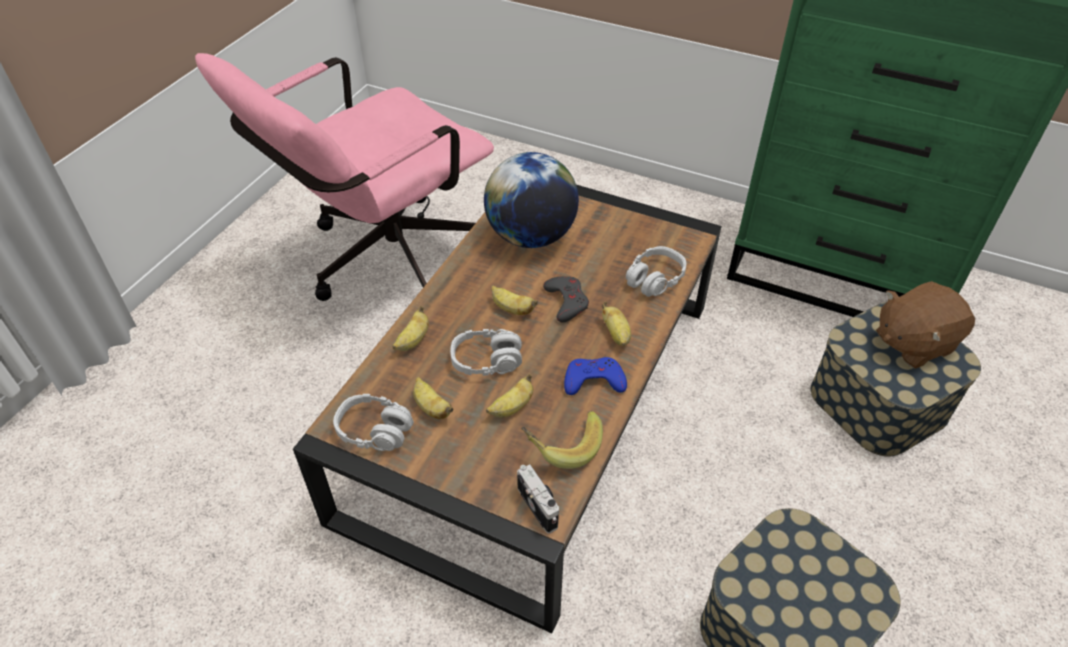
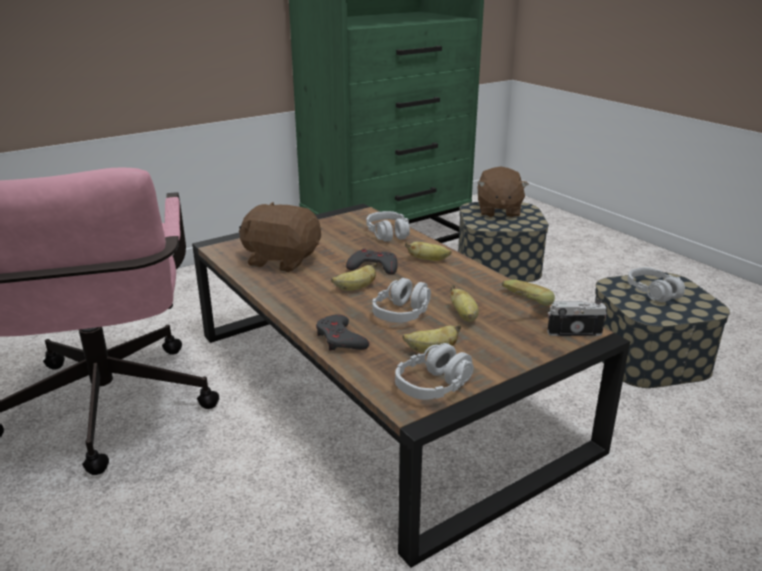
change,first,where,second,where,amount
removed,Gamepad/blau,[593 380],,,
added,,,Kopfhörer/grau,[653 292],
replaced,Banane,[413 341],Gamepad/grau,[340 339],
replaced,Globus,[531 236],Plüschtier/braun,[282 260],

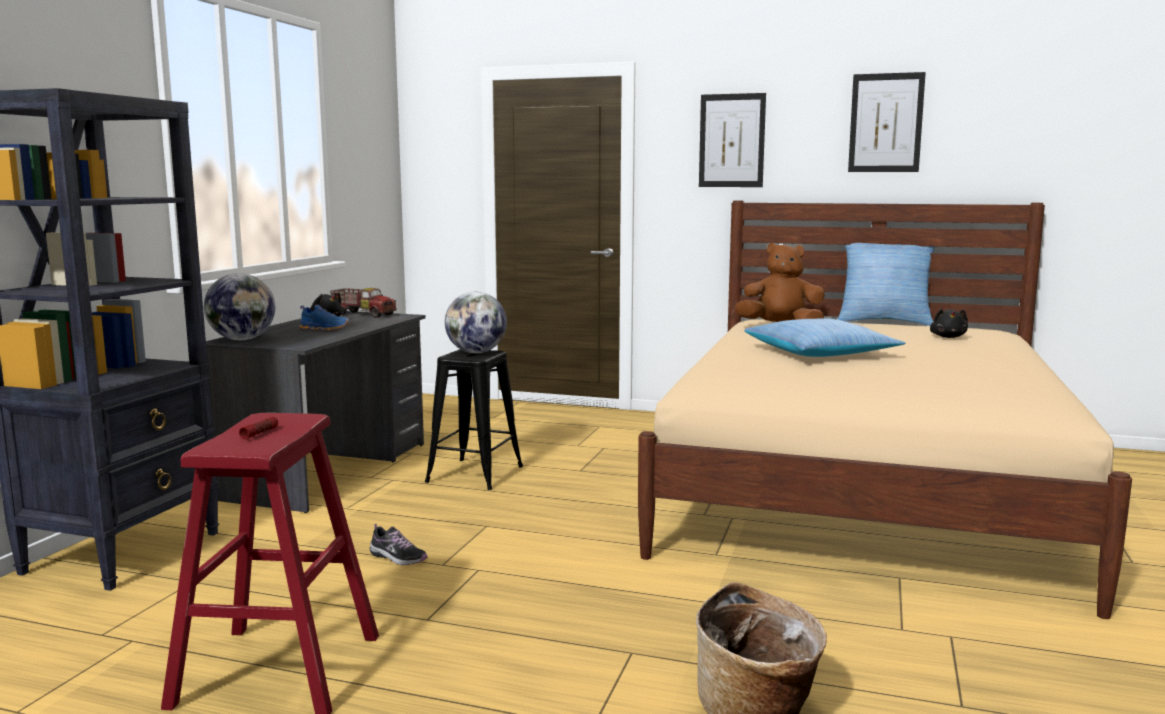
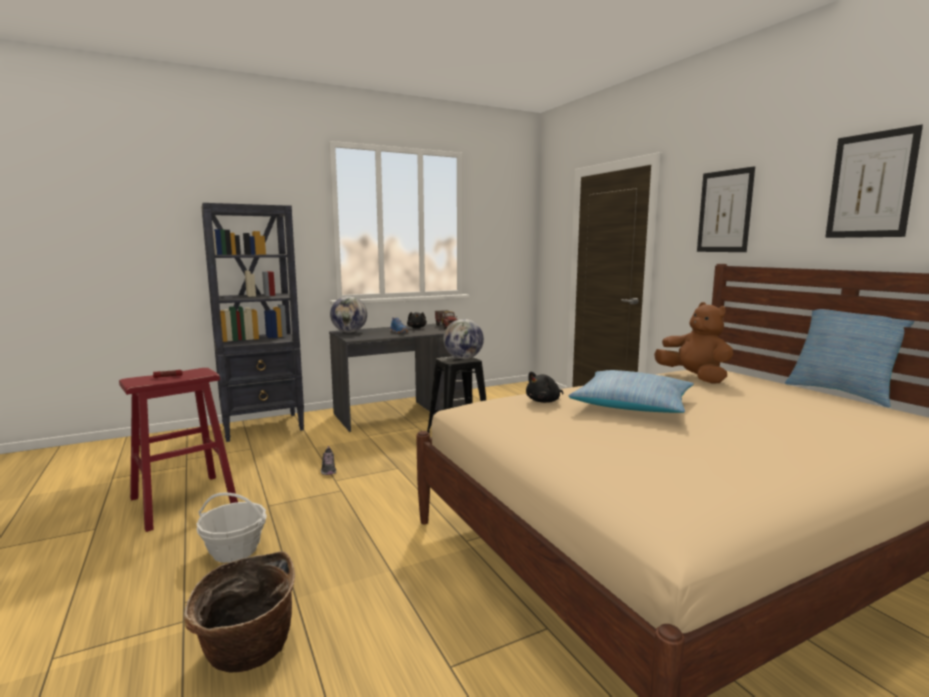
change,first,where,second,where,amount
added,,,Korb,[235 550],
moved,Plüschtier/schwarz,[948 337],,[544 401],

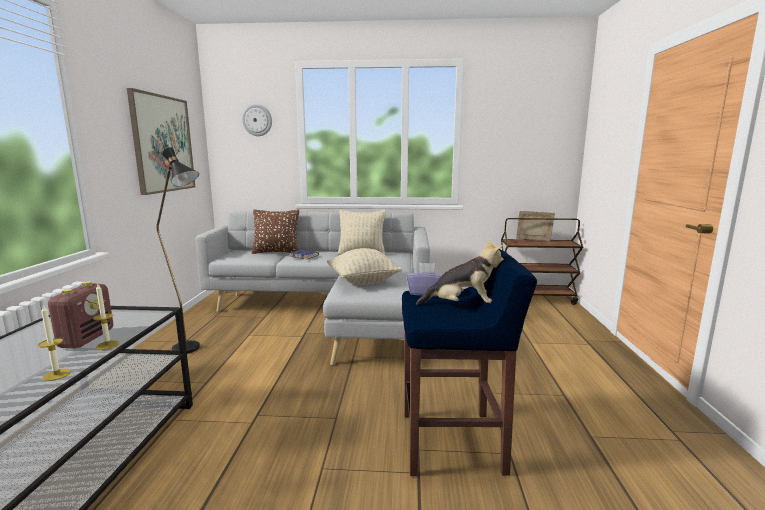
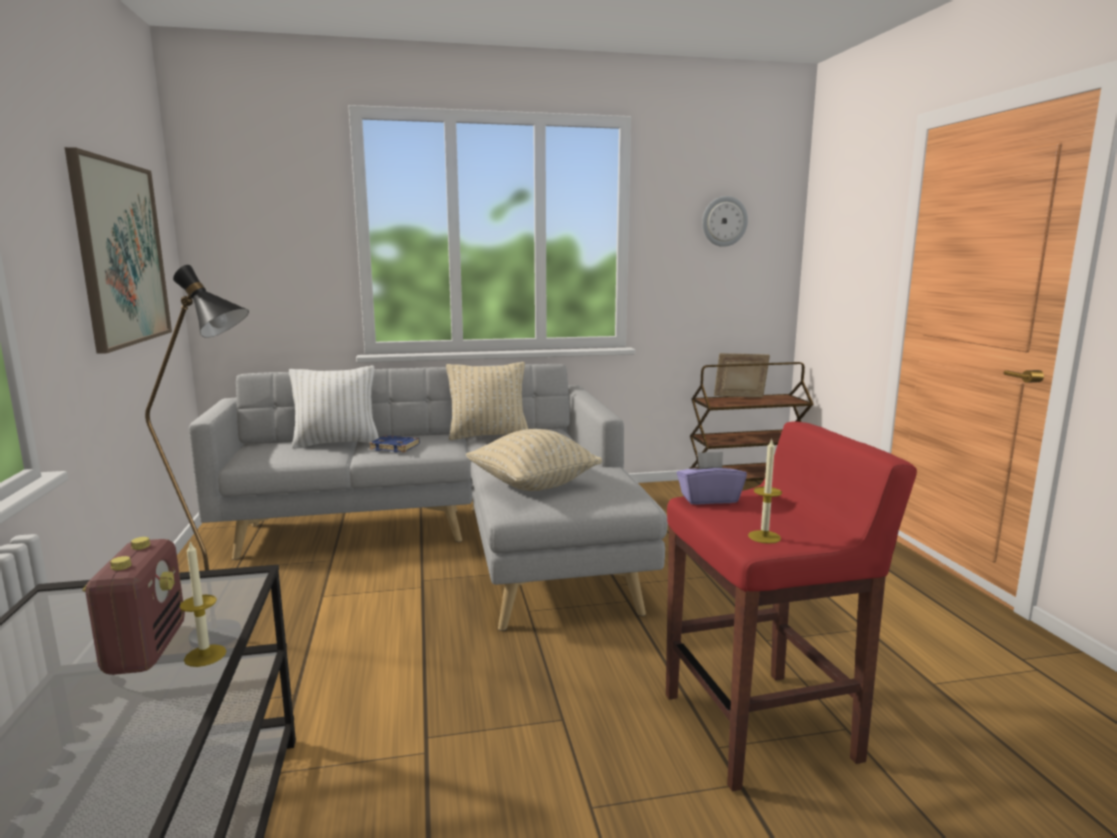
change,first,where,second,where,amount
removed,Plüschtier,[462 306],,,
moved,Kerze,[57 374],,[764 537],
moved,Wanduhr,[257 120],,[724 221],
recoloured,Kissen/braun,[276 252],Kissen/weiß,[337 443],
recoloured,Hocker/blau,[454 442],Hocker/rot,[762 727],

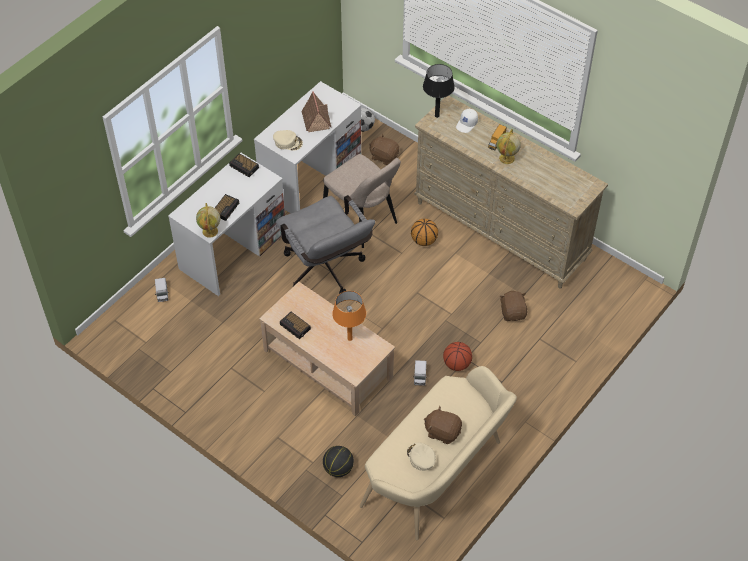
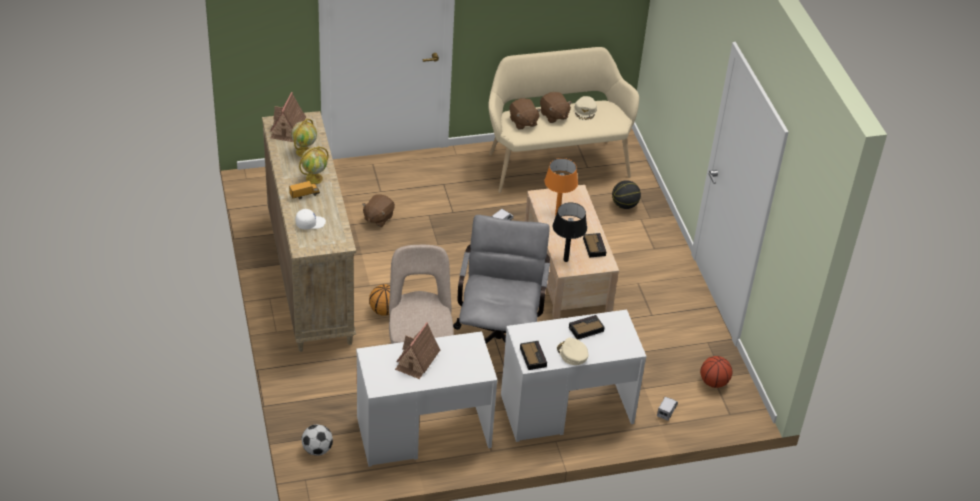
change,first,where,second,where,amount
added,,,Spielzeughaus,[287 128],
moved,Globus,[210 232],,[304 151],
moved,Kappe/beige,[288 142],,[572 354],
moved,Plüschtier/braun,[384 156],,[523 122],
moved,Tischlampe/schwarz,[436 115],,[566 260],
moved,Basketball,[457 364],,[714 382],

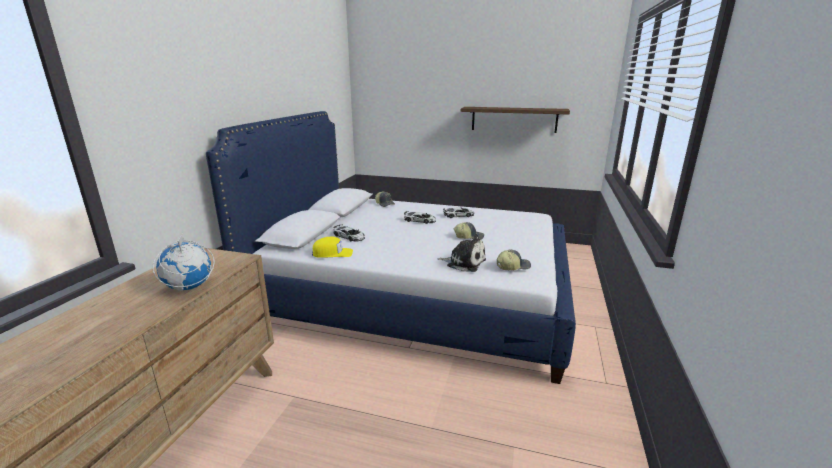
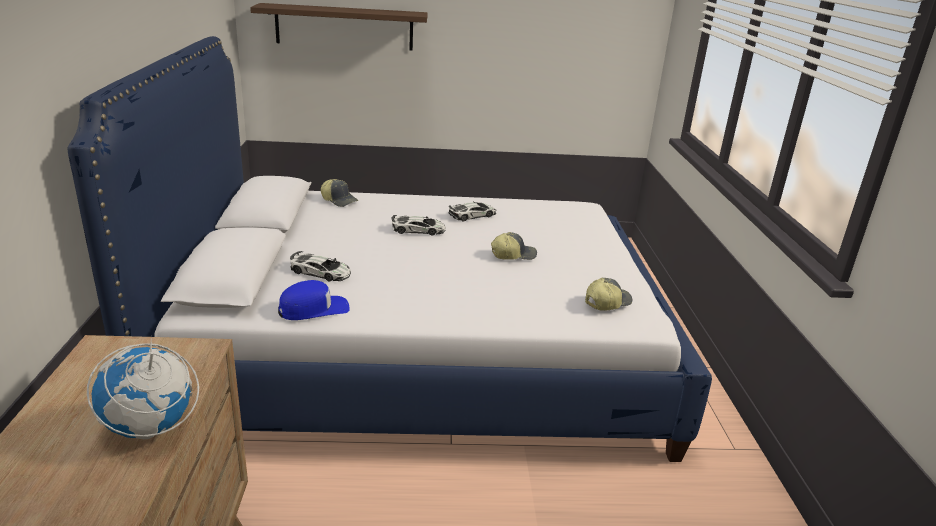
change,first,where,second,where,amount
removed,Plüschtier,[464 263],,,
moved,Wandregal,[514 119],,[344 27],
recoloured,Kappe/gelb,[332 253],Kappe/blau,[314 309],

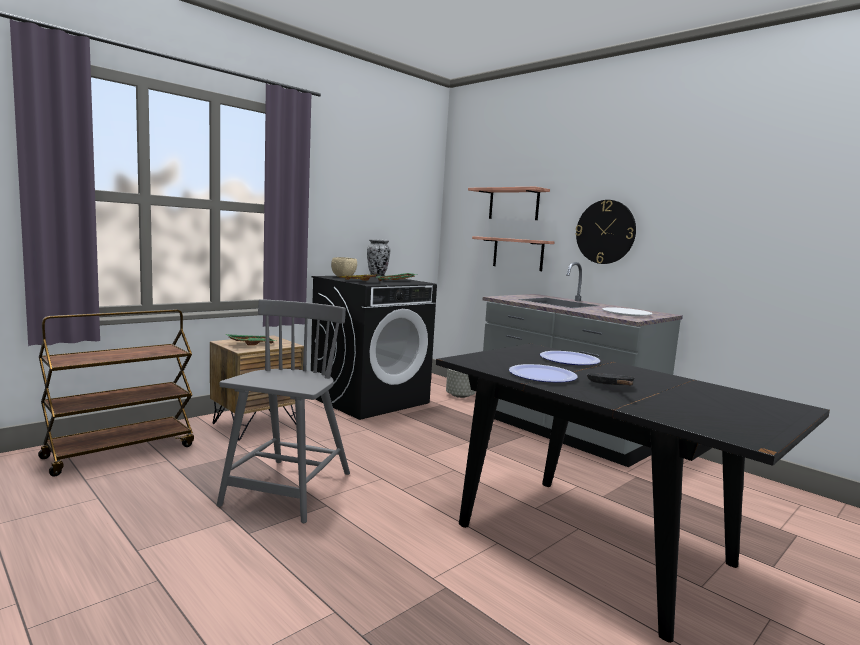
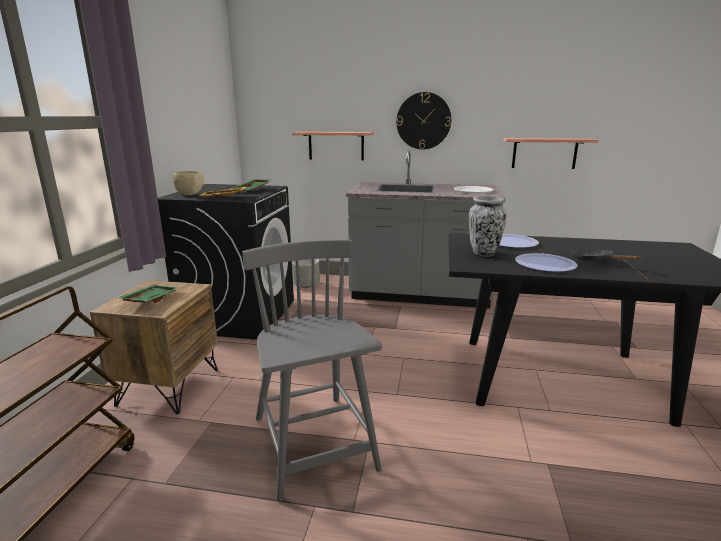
change,first,where,second,where,amount
moved,Vase,[377 276],,[484 253],
moved,Wandregal,[513 204],,[544 153],

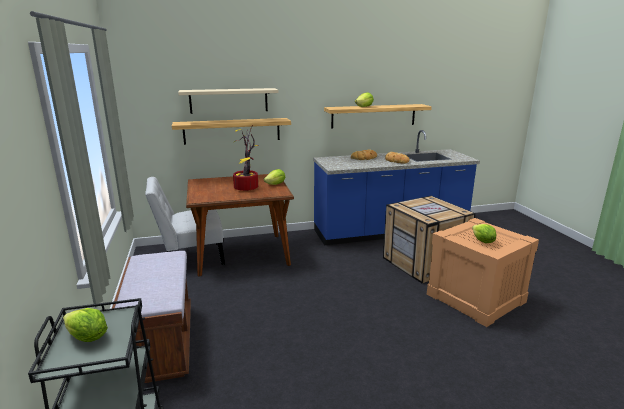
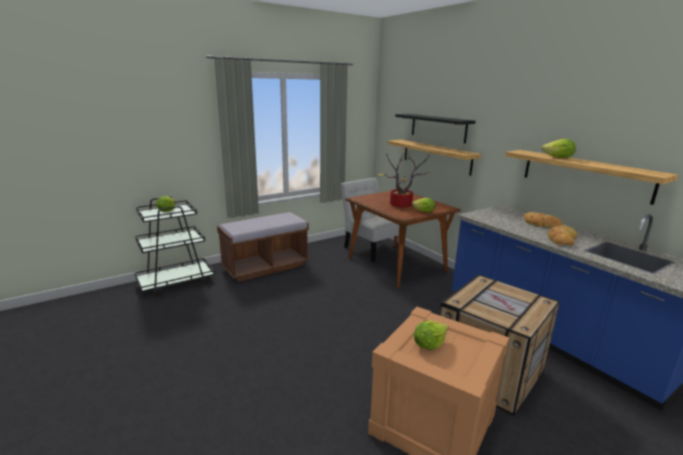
change,first,where,second,where,amount
recoloured,Wandregal/beige,[229 100],Wandregal/schwarz,[438 127],

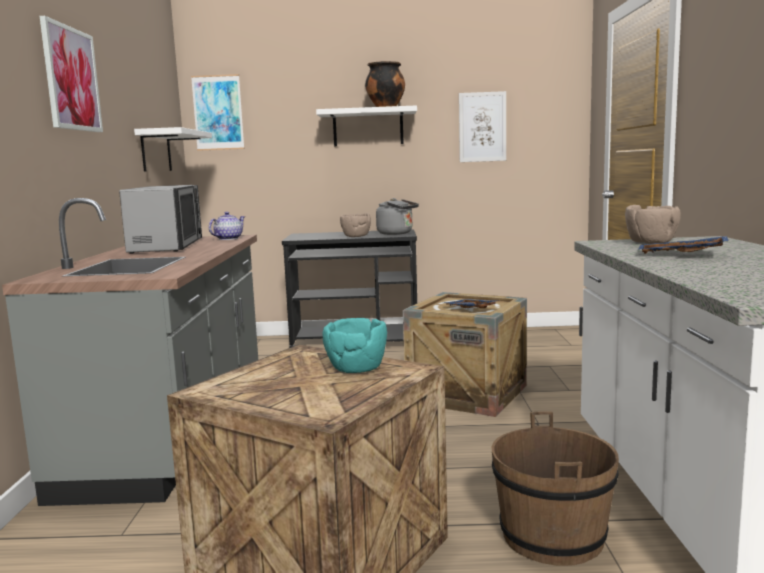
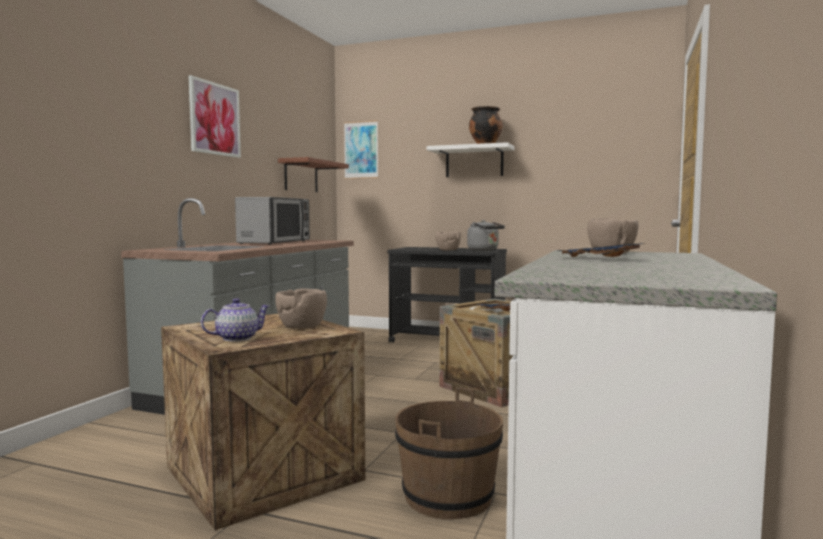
change,first,where,second,where,amount
removed,Bild,[482 127],,,
moved,Teekanne,[228 239],,[236 338],
recoloured,Wandregal/weiß,[156 151],Wandregal/braun,[301 176],
recoloured,Schüssel/türkis,[356 368],Schüssel/braun,[302 326],

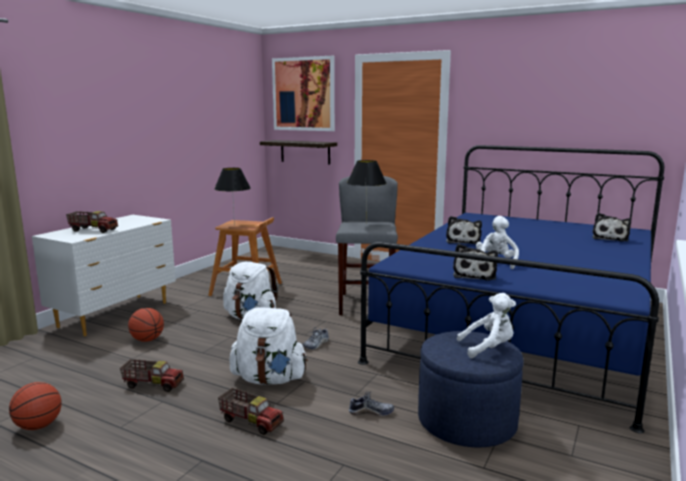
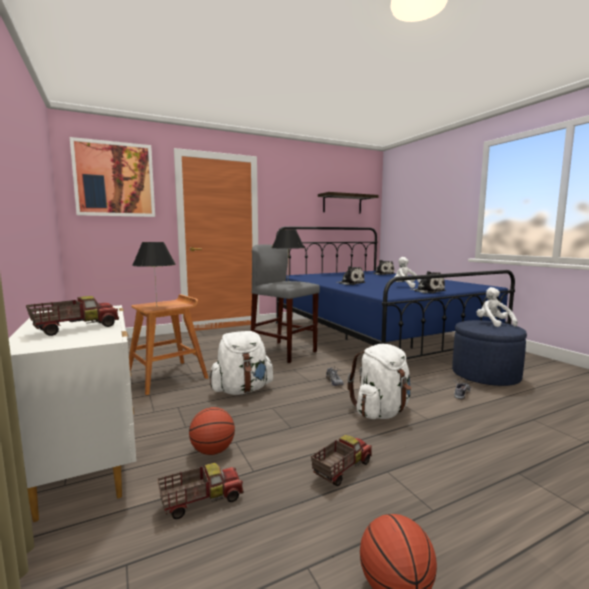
change,first,where,second,where,amount
moved,Spielzeuglaster,[251 421],,[201 501],
moved,Wandregal,[305 152],,[342 204],
turned,Plüschtier/weiß,[488 348],,[493 323],45 degrees counterclockwise

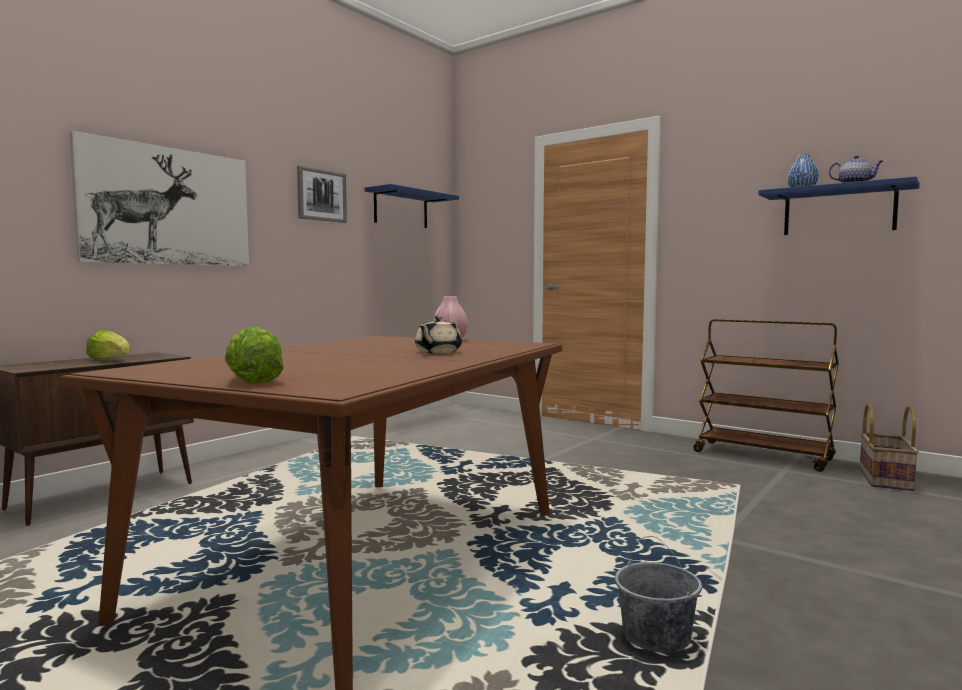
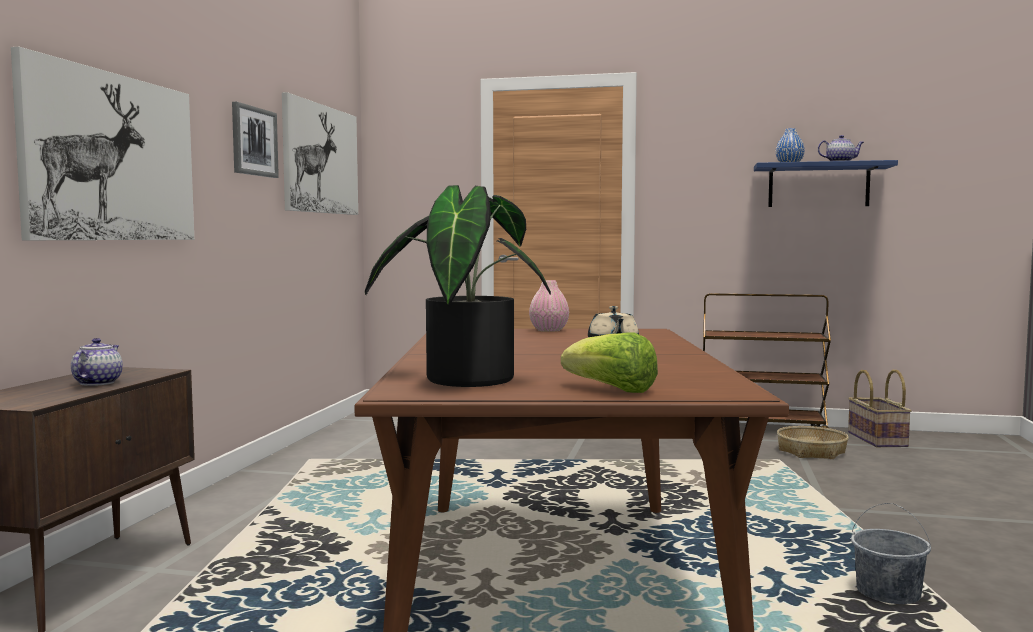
change,first,where,second,where,amount
added,,,Topfpflanze,[463 378],
added,,,Korb,[812 451],
replaced,Salatkopf,[110 360],Teekanne,[97 383],
replaced,Wandregal/blau,[401 209],Bild,[321 159],

